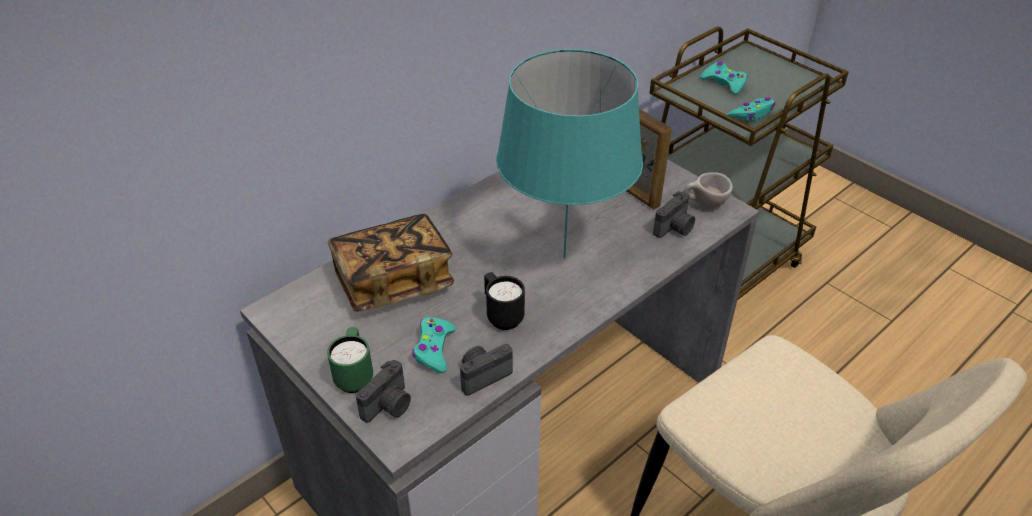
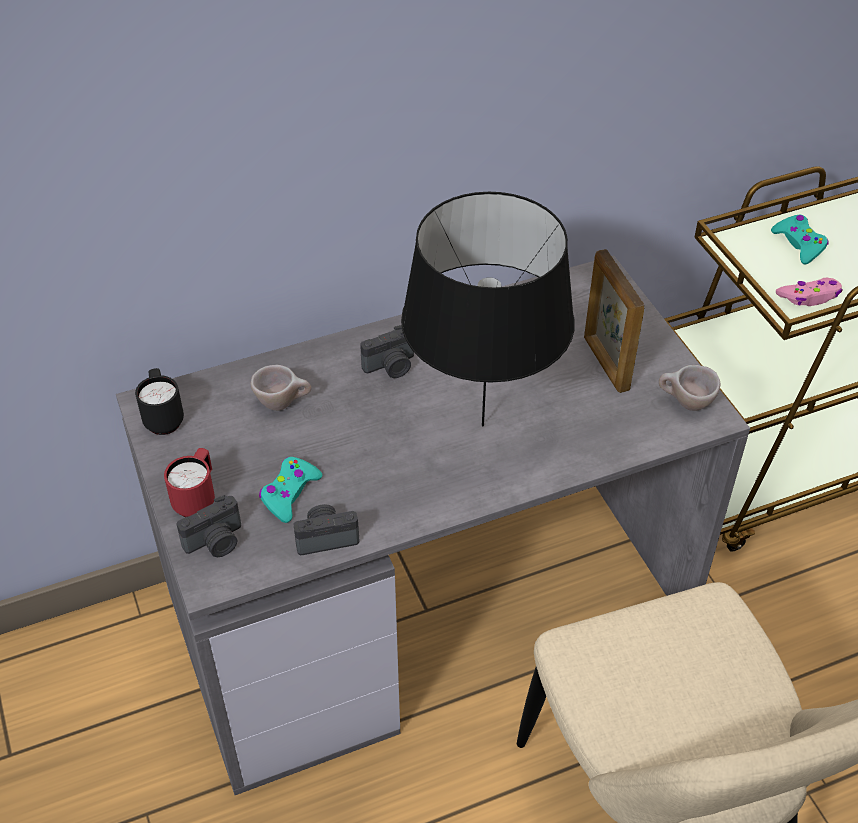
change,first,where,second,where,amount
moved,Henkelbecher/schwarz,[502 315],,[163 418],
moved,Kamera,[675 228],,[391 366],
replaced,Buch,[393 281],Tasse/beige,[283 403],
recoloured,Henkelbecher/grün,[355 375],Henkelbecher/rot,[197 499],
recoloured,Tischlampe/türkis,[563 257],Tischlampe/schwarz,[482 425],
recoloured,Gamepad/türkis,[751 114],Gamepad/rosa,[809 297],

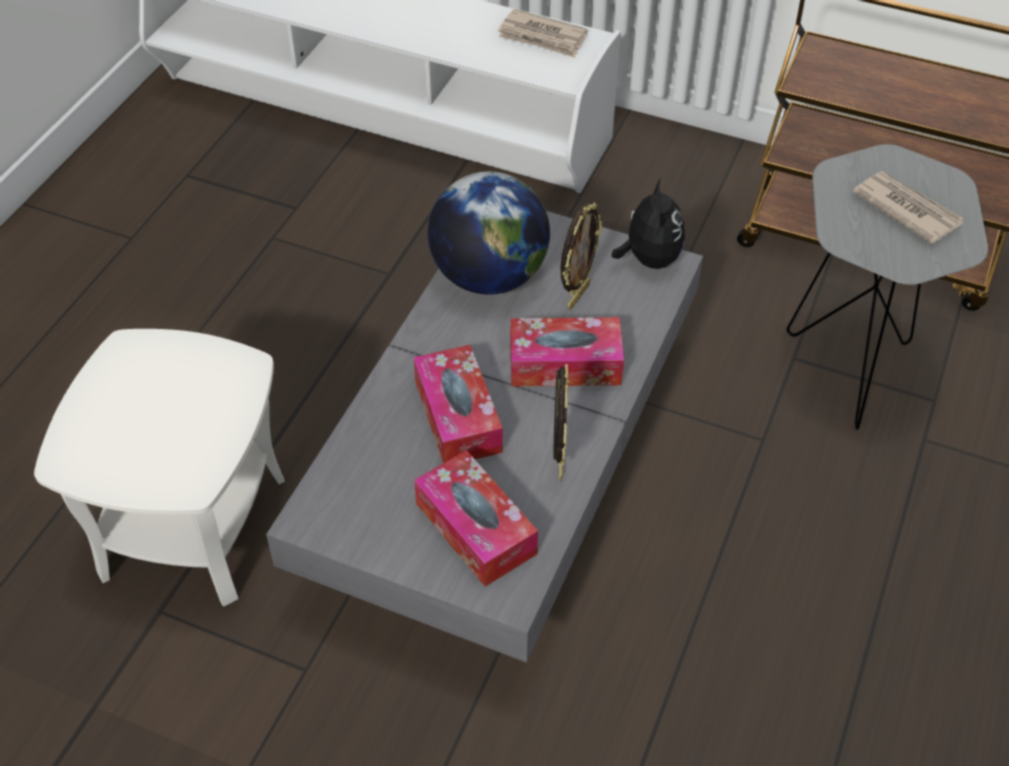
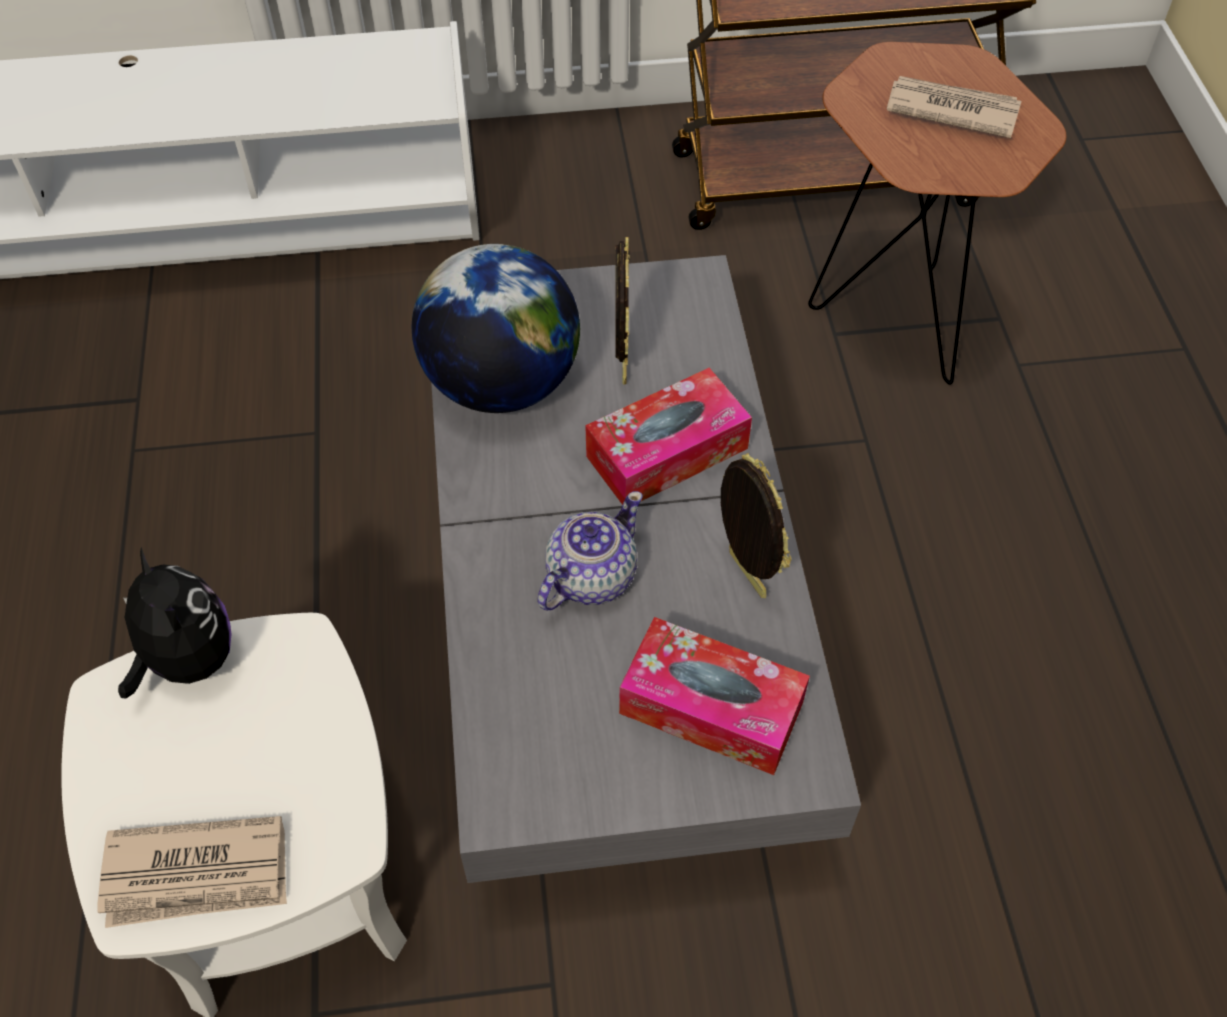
change,first,where,second,where,amount
moved,Zeitung,[542 37],,[198 875],
moved,Plüschtier,[649 259],,[187 659],
replaced,Taschentuchbox,[458 416],Teekanne,[590 577],
recoloured,Beistelltisch/grau,[850 363],Beistelltisch/braun,[894 314],

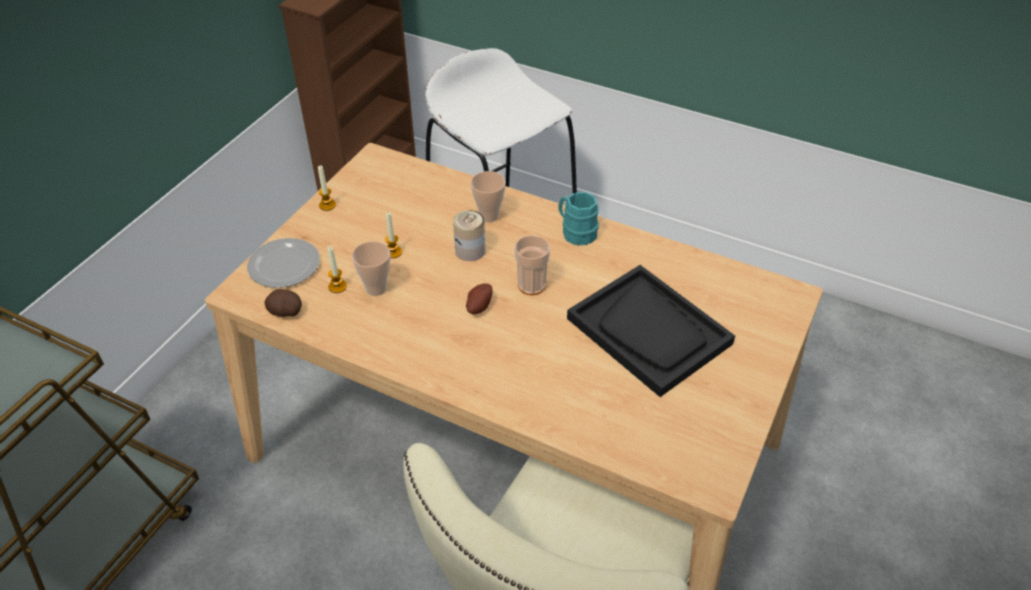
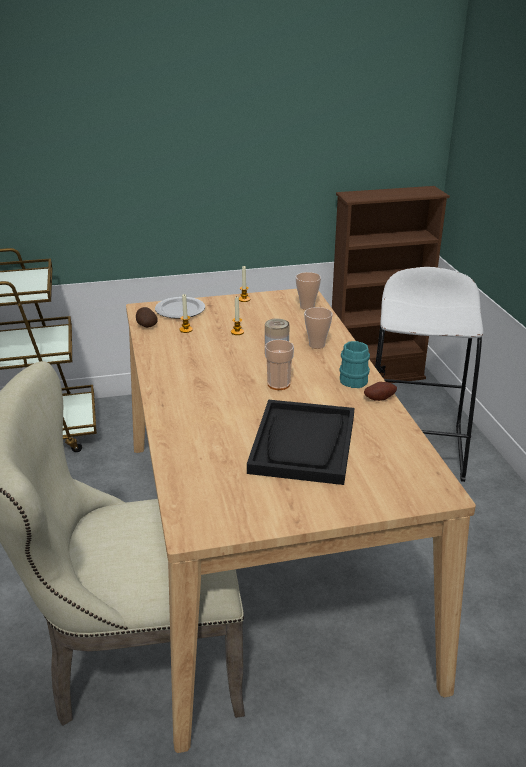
change,first,where,second,where,amount
moved,Tasse,[376 288],,[307 307],
moved,Kartoffel,[478 306],,[379 398],

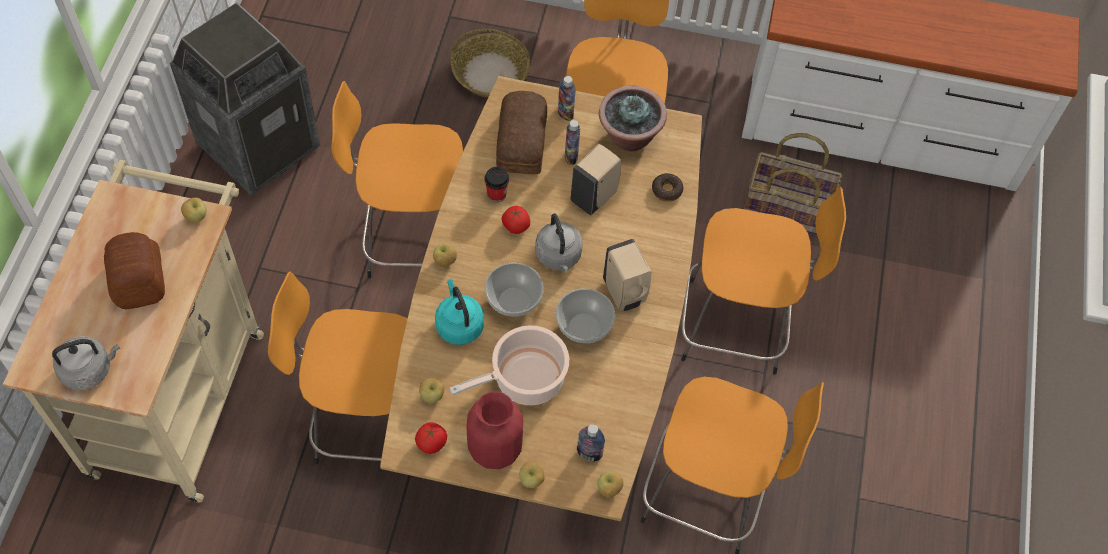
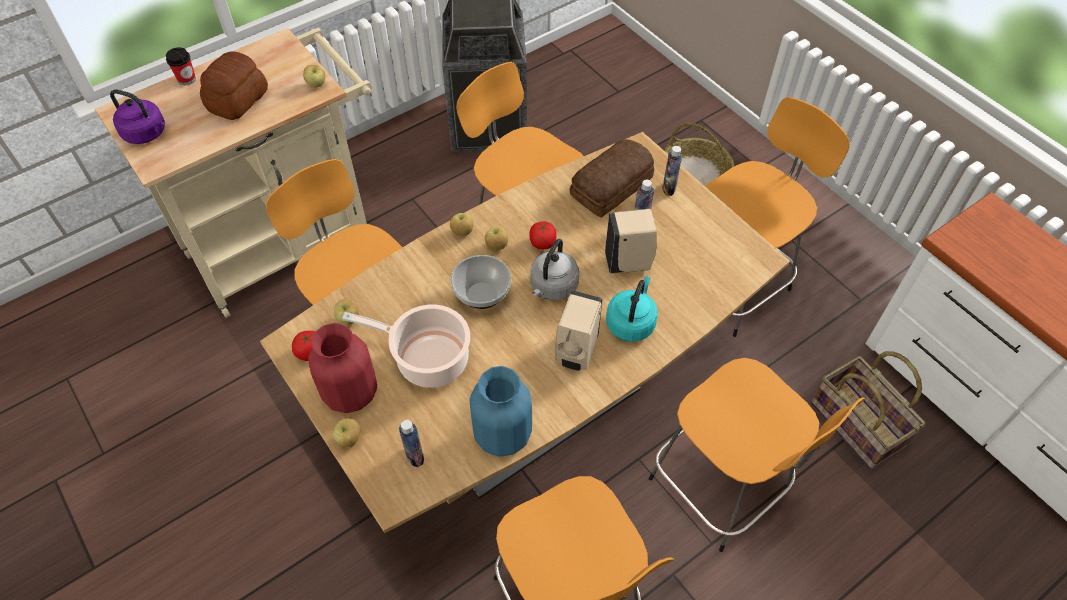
change,first,where,second,where,amount
removed,Schüssel,[584 327],,,
removed,Topfpflanze,[629 137],,,
removed,Donut,[667 190],,,
added,,,Vase/blau,[502 434],
moved,Wasserkessel/türkis,[459 324],,[631 322],
moved,Tasse,[496 194],,[187 79],
moved,Apfel,[609 489],,[496 246],
recoloured,Wasserkessel/grau,[90 369],Wasserkessel/lila,[147 134],

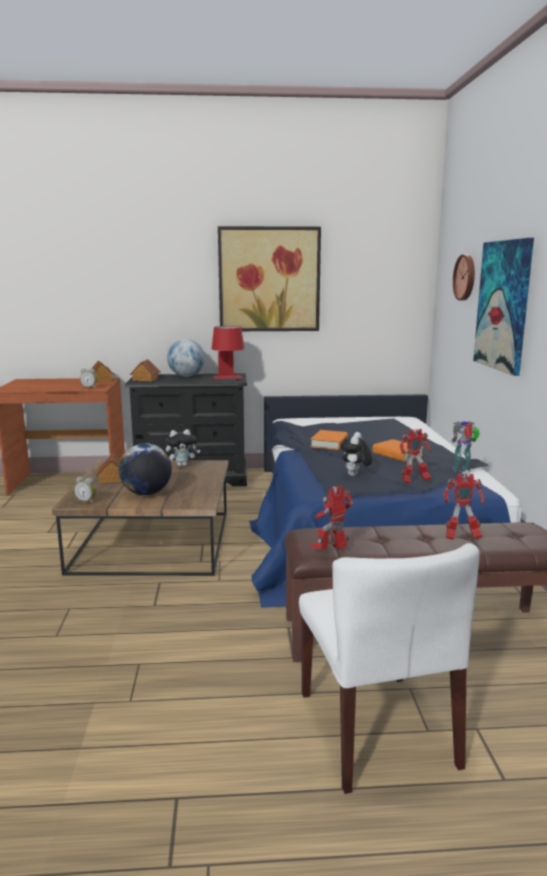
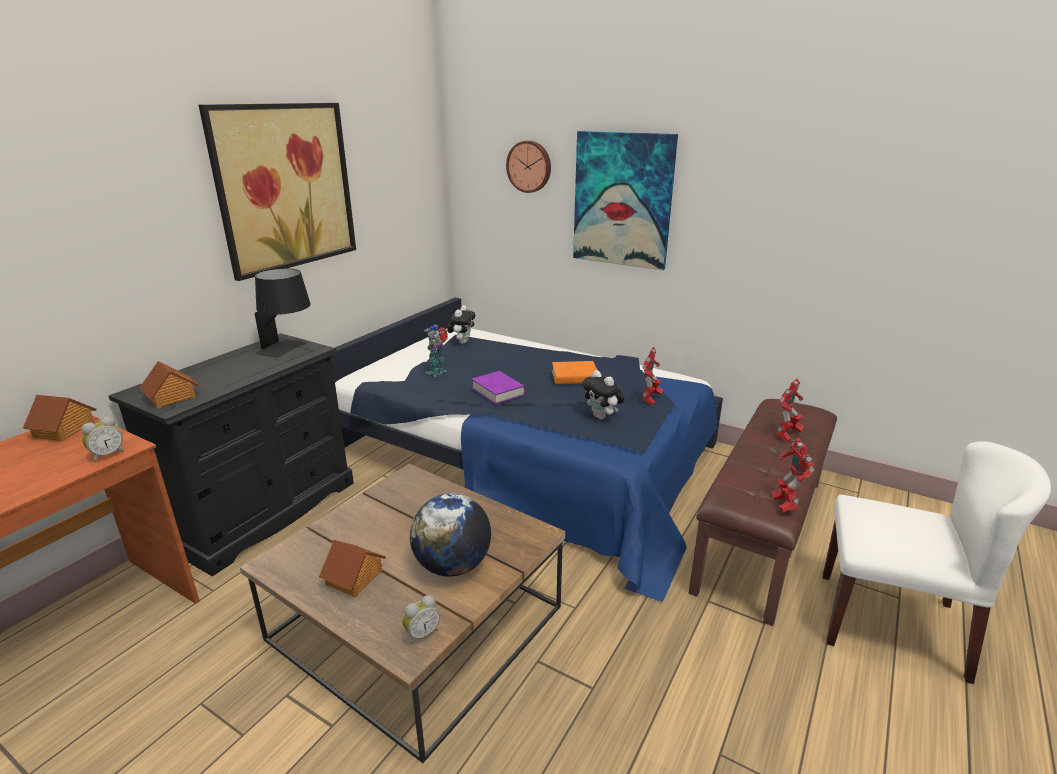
change,first,where,second,where,amount
removed,Globus,[186 376],,,
moved,Plüschtier,[182 465],,[462 342],
moved,Spielzeugroboter,[462 470],,[438 372],
recoloured,Tischlampe/rot,[228 378],Tischlampe/schwarz,[289 349],
recoloured,Buch/orange,[329 444],Buch/lila,[498 391],

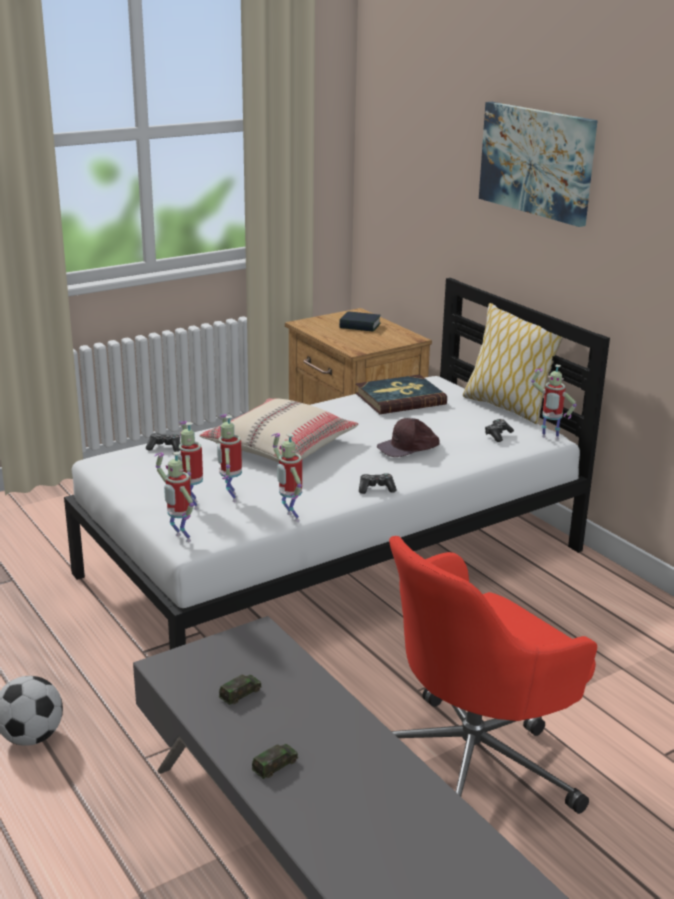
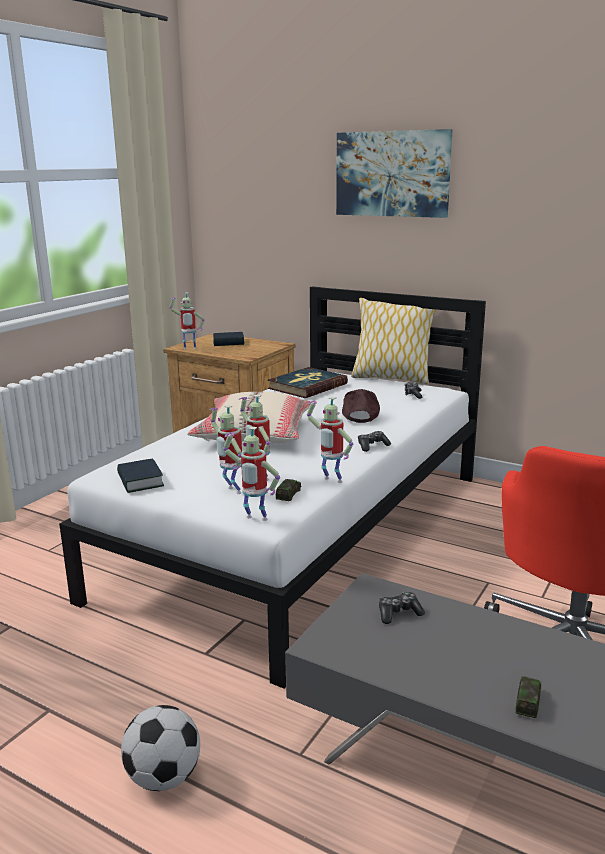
change,first,where,second,where,amount
added,,,Buch,[140 481],
moved,Gamepad,[165 447],,[398 613],
moved,Spielzeugauto,[240 694],,[288 495],
moved,Spielzeugroboter,[549 438],,[189 349],
turned,Kappe/braun,[408 447],,[360 414],150 degrees clockwise

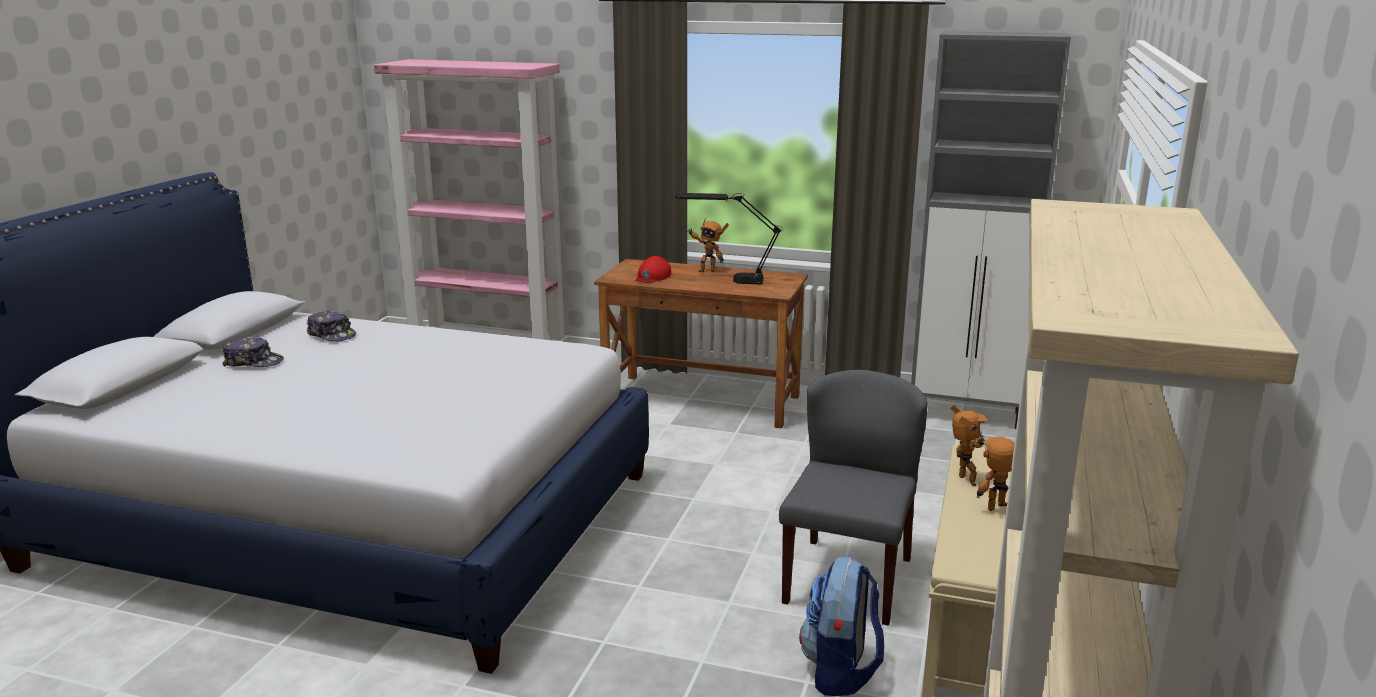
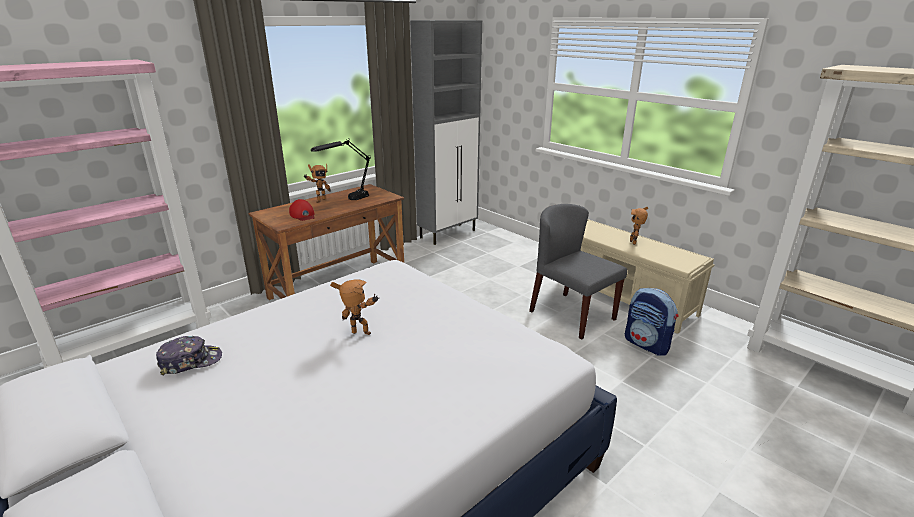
change,first,where,second,where,amount
removed,Kappe,[253 362],,,
moved,Spielzeugroboter,[964 482],,[360 335],

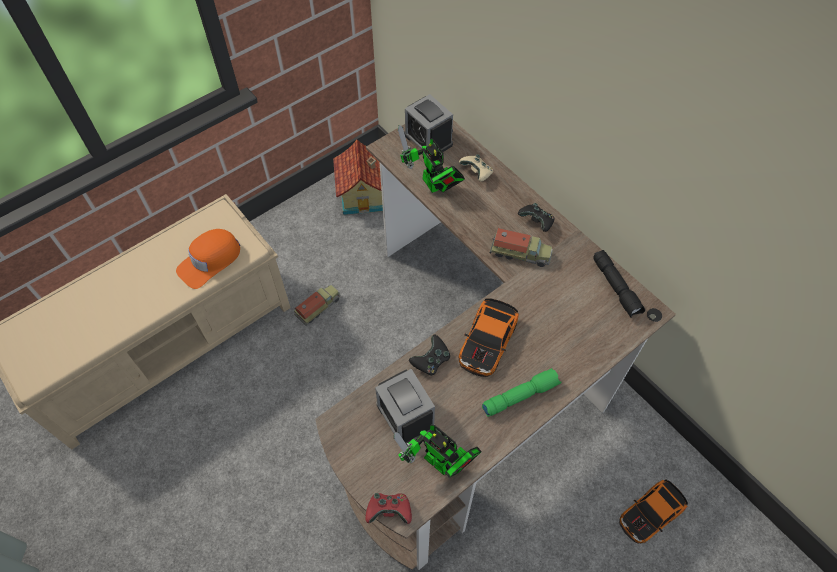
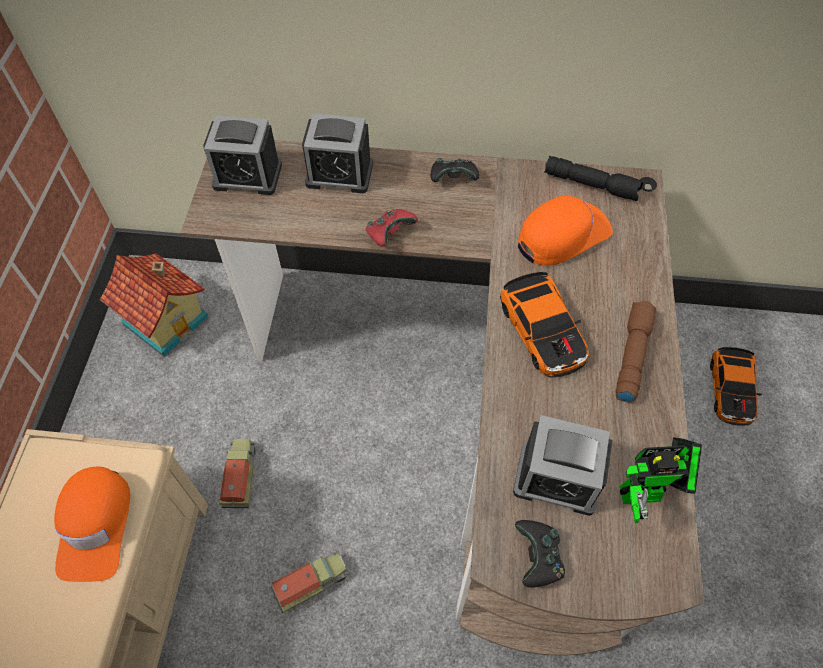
change,first,where,second,where,amount
removed,Spielzeugroboter,[433 186],,,
added,,,Kappe/orange,[563 235],
moved,Gamepad/rot,[389 511],,[389 234],
moved,Gamepad/schwarz,[431 361],,[538 558],
moved,Spielzeuglaster,[520 253],,[311 583],
replaced,Gamepad/beige,[477 173],Wecker,[339 174],
recoloured,Taschenlampe/grün,[520 395],Taschenlampe/braun,[631 355],

